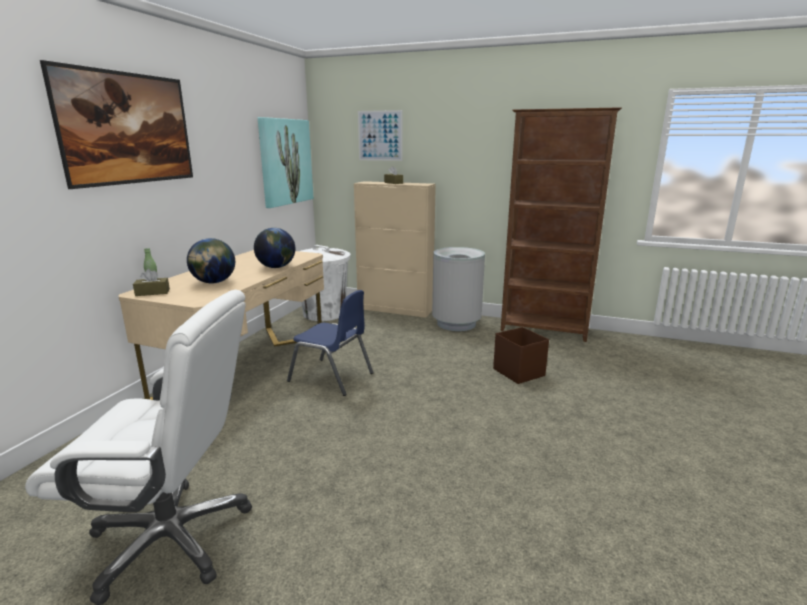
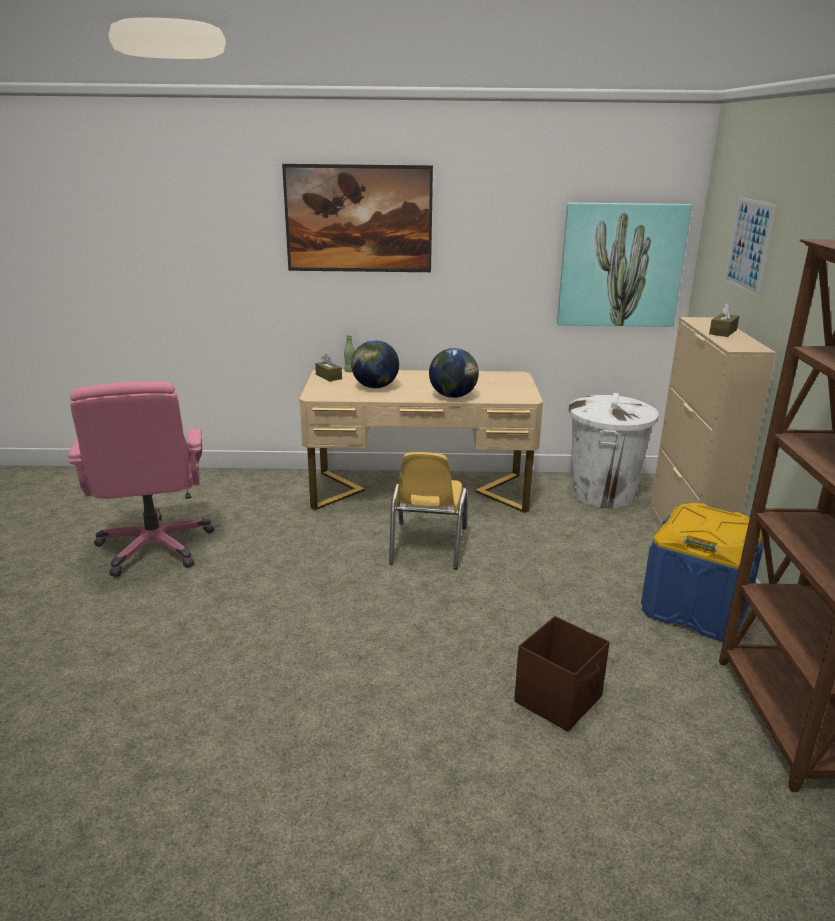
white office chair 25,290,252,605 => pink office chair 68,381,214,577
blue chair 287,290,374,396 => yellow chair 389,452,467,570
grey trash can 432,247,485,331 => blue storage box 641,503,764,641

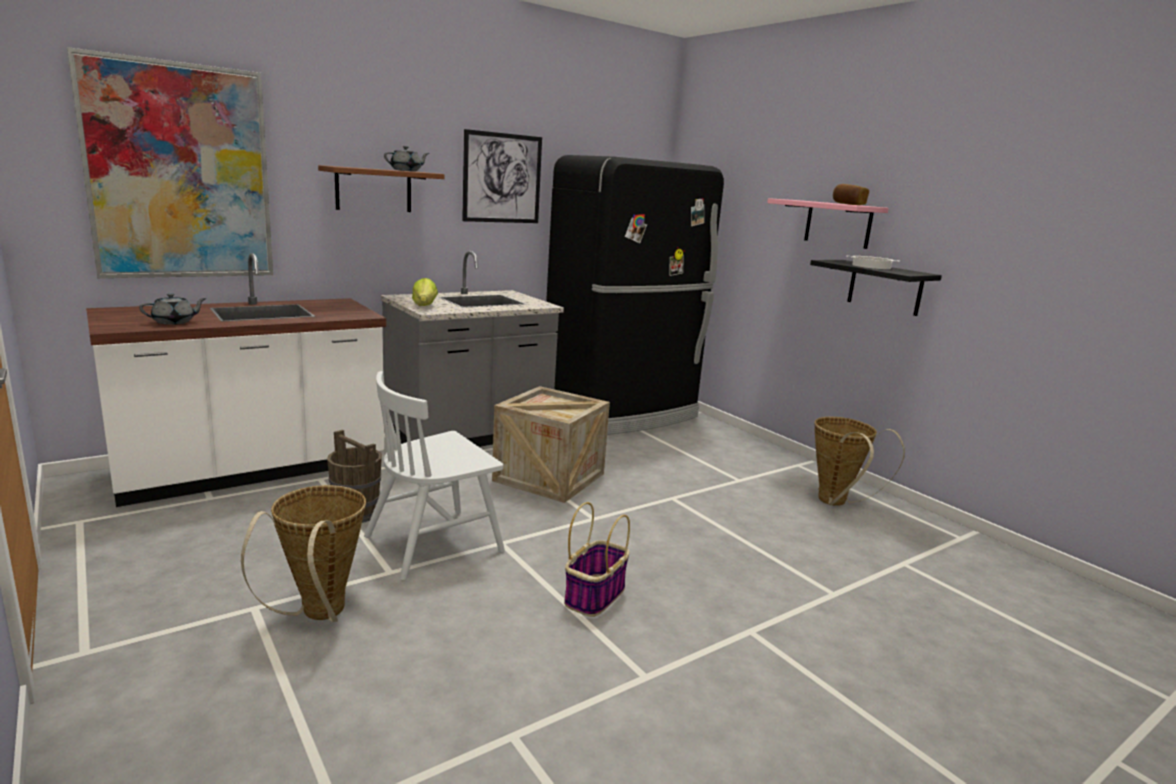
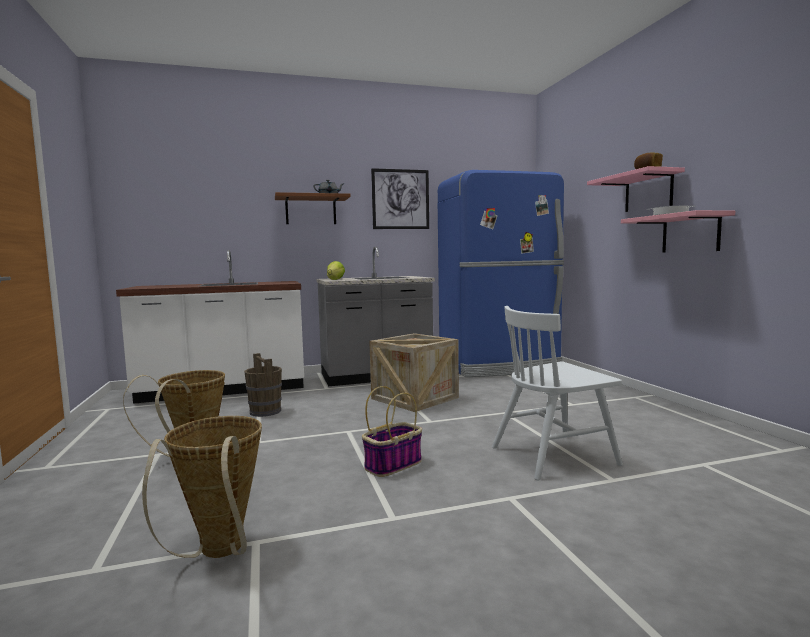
basket 814,417,905,506 => basket 142,416,262,558, shifted
black fridge 546,155,724,435 => blue fridge 438,170,564,377
white chair 364,371,505,580 => white chair 492,306,623,480, shifted
black shelf 810,260,942,316 => pink shelf 621,210,735,253
picture 67,47,273,278 => nothing
grey teapot 139,293,207,325 => nothing

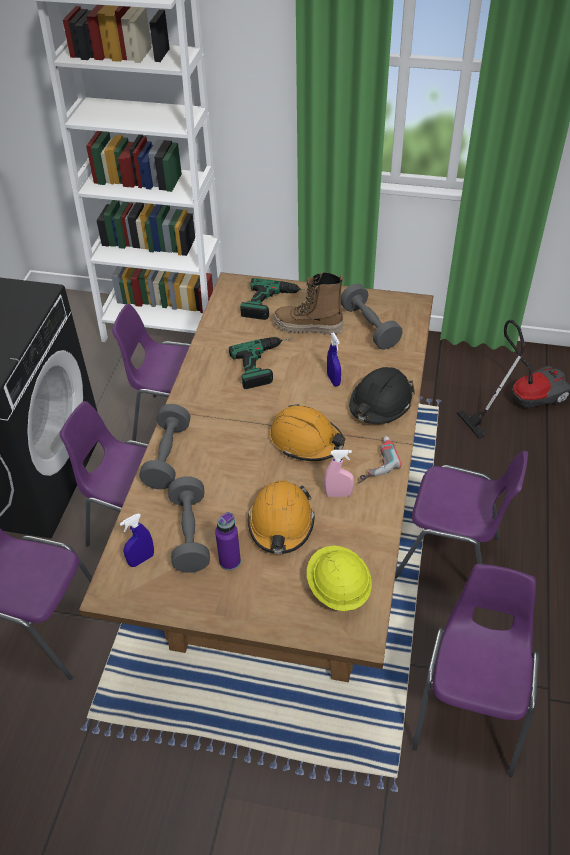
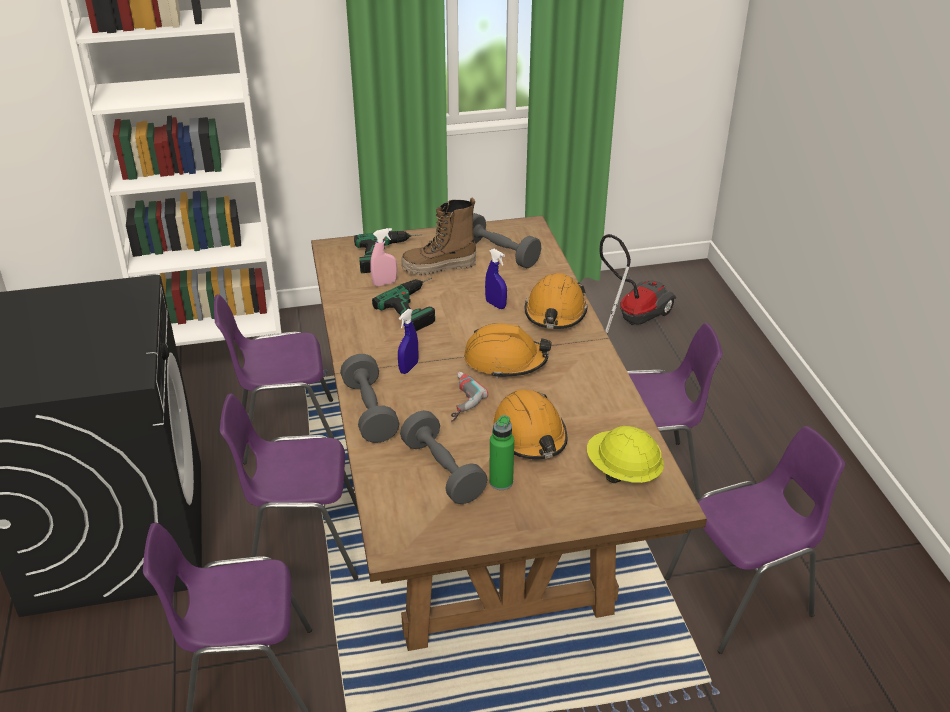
pink spray bottle 324,450,354,497 => pink spray bottle 370,228,397,286, shifted
blue spray bottle 120,514,154,567 => blue spray bottle 398,309,419,374, shifted
power drill 357,436,402,484 => power drill 451,372,488,422, shifted
purple bottle 215,512,241,570 => green bottle 489,415,514,490
black hard hat 349,367,415,424 => orange hard hat 525,273,588,329
purple chair 412,564,539,777 => purple chair 665,426,845,654, 75 degrees clockwise

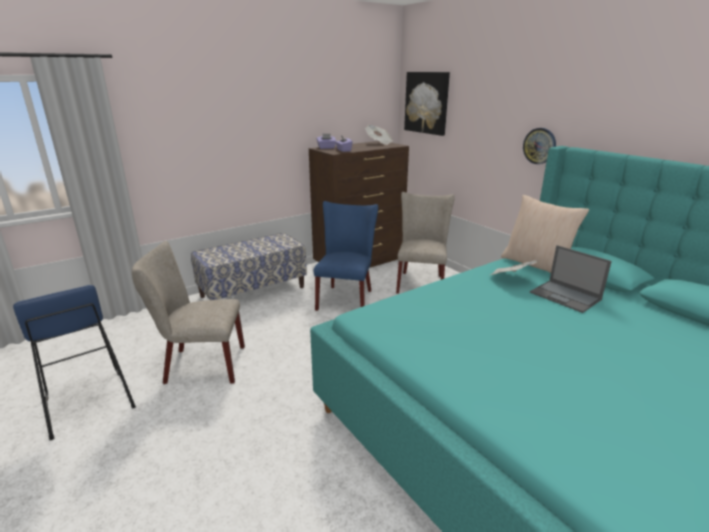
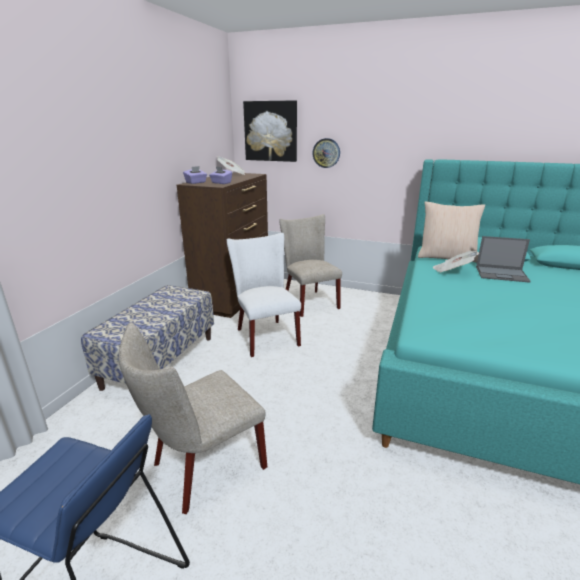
blue chair 314,201,378,311 => white chair 227,233,301,357
wall clock 523,128,556,164 => wall clock 313,138,340,168, shifted

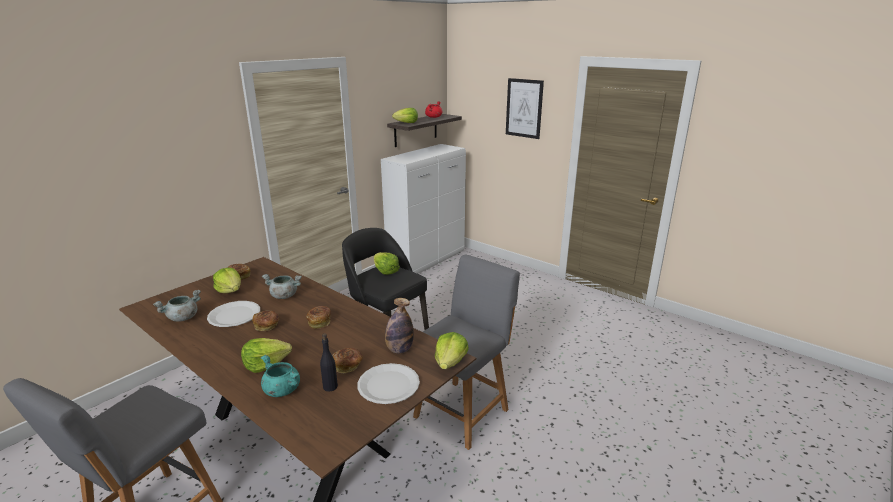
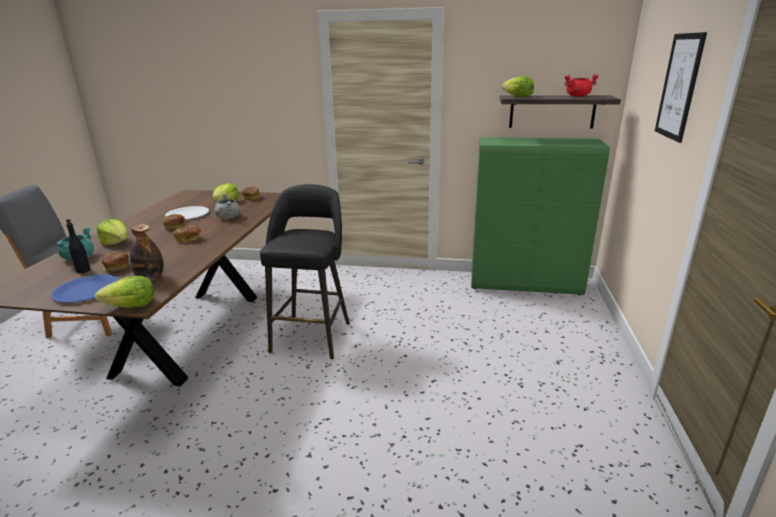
white plate 358,363,420,404 => blue plate 51,274,119,303
white cabinet 381,144,466,274 => green cabinet 471,137,610,295
grey cooking pot 153,289,201,322 => nothing
lettuce 374,252,400,275 => nothing
grey chair 413,254,520,450 => nothing

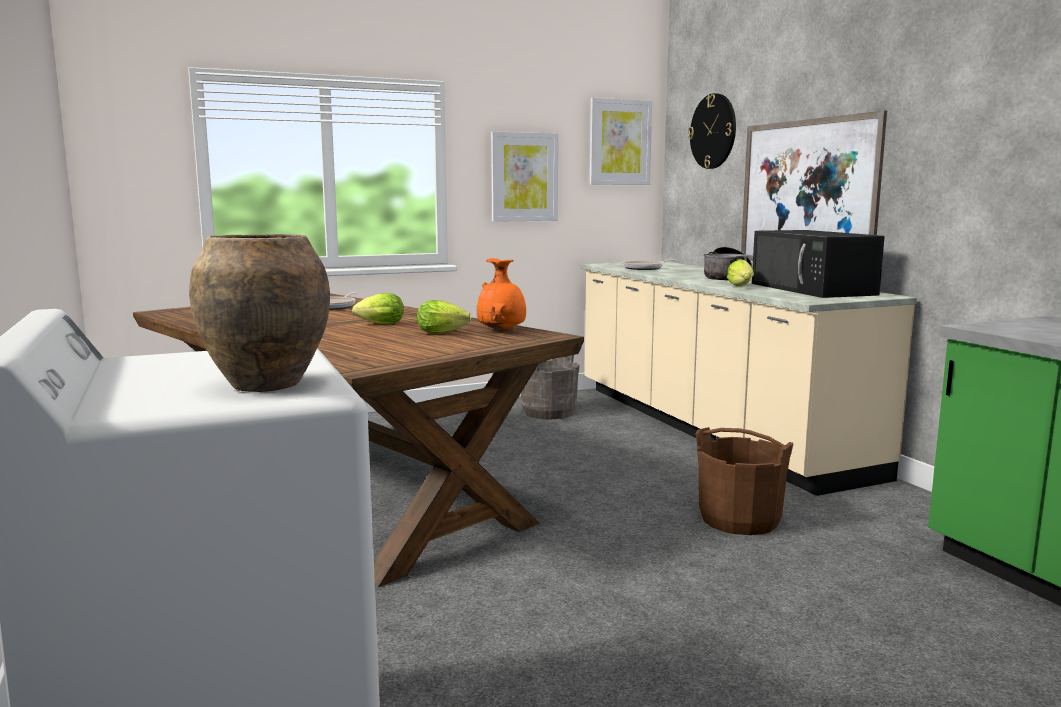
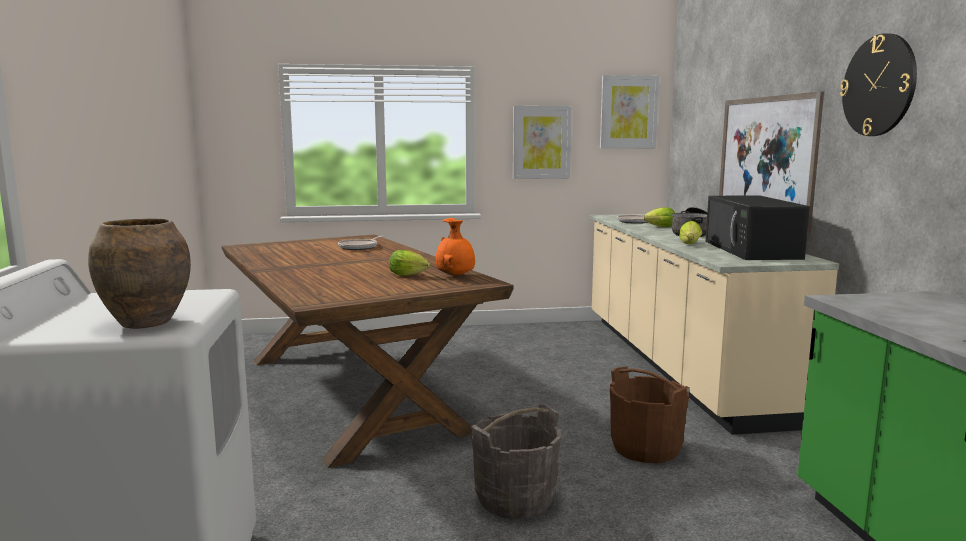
grey bucket 521,355,579,419 => grey bucket 471,405,561,519, shifted
lettuce 352,293,404,324 => lettuce 643,207,675,227, shifted
wall clock 688,93,736,169 => wall clock 840,33,917,136, shifted

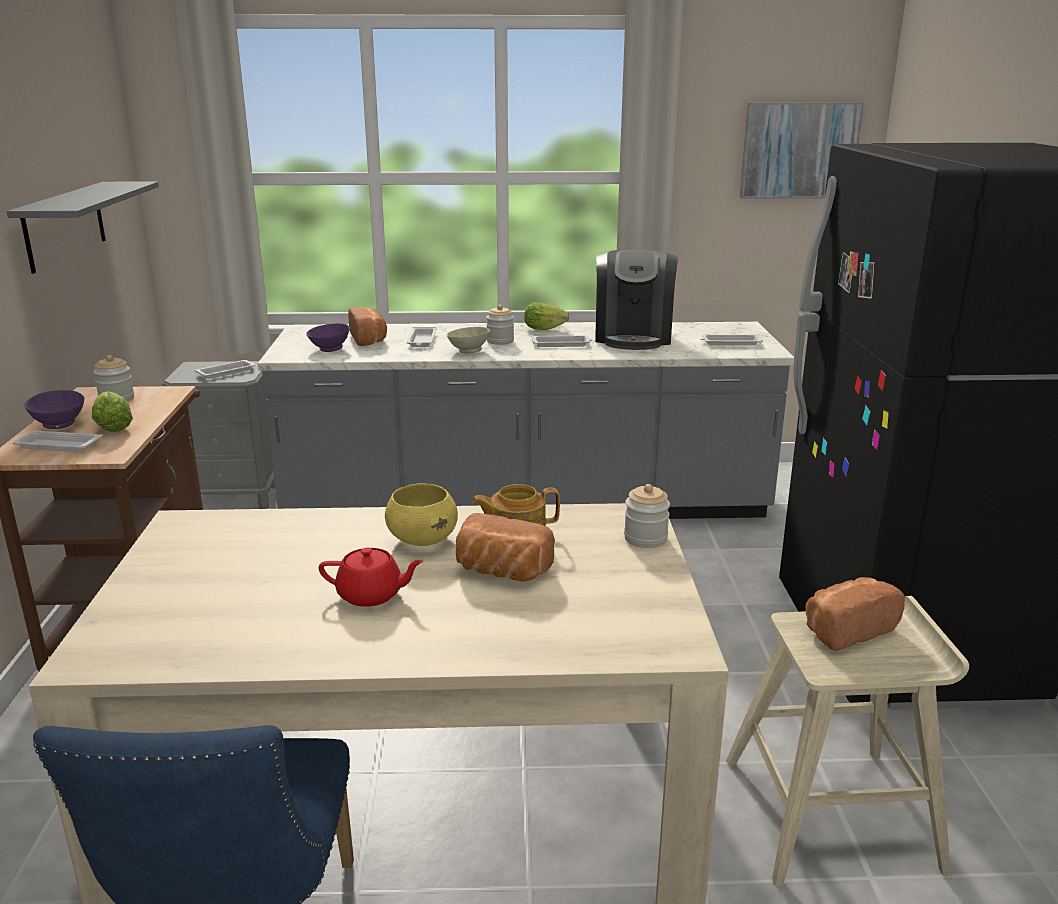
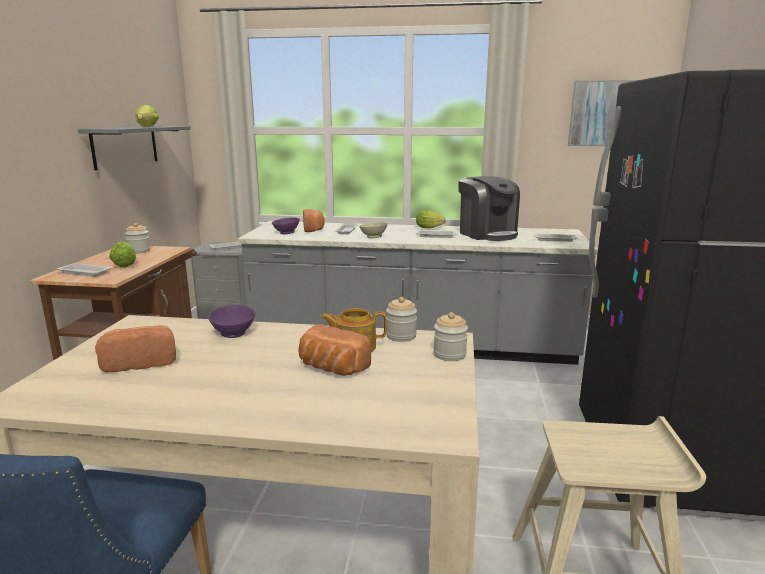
bread 806,577,905,651 => bread 95,325,176,372, shifted
nothing => lettuce 136,105,159,127
purple bowl 24,390,84,429 => purple bowl 208,305,255,338, shifted
jar 486,305,514,345 => jar 386,297,417,342, shifted
coffee machine 595,249,678,350 => coffee machine 458,176,520,241, 45 degrees counterclockwise
red teapot 318,548,424,607 => nothing
yellow bowl 385,483,458,546 => nothing

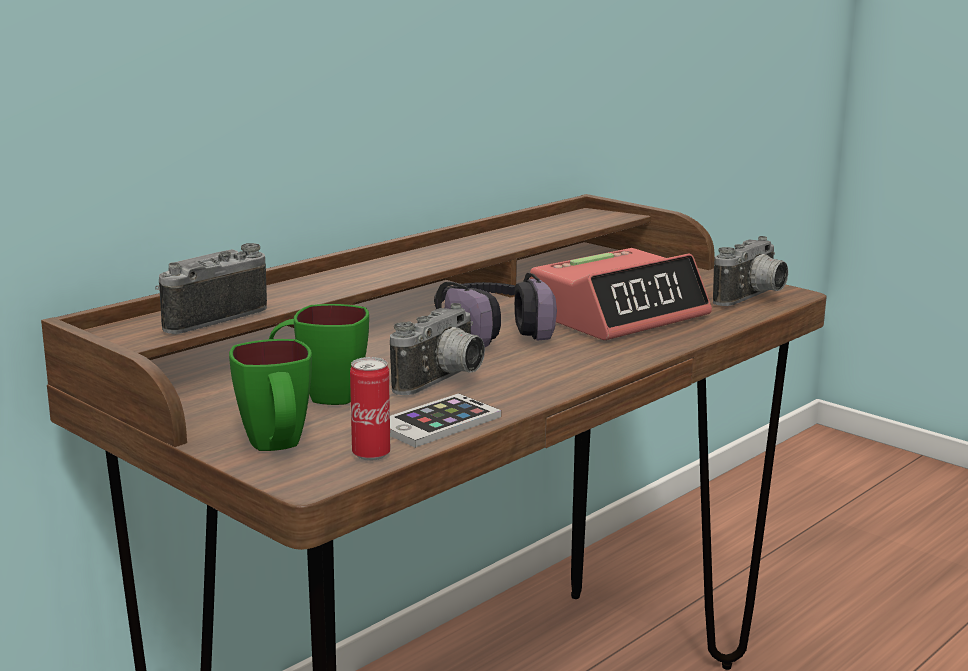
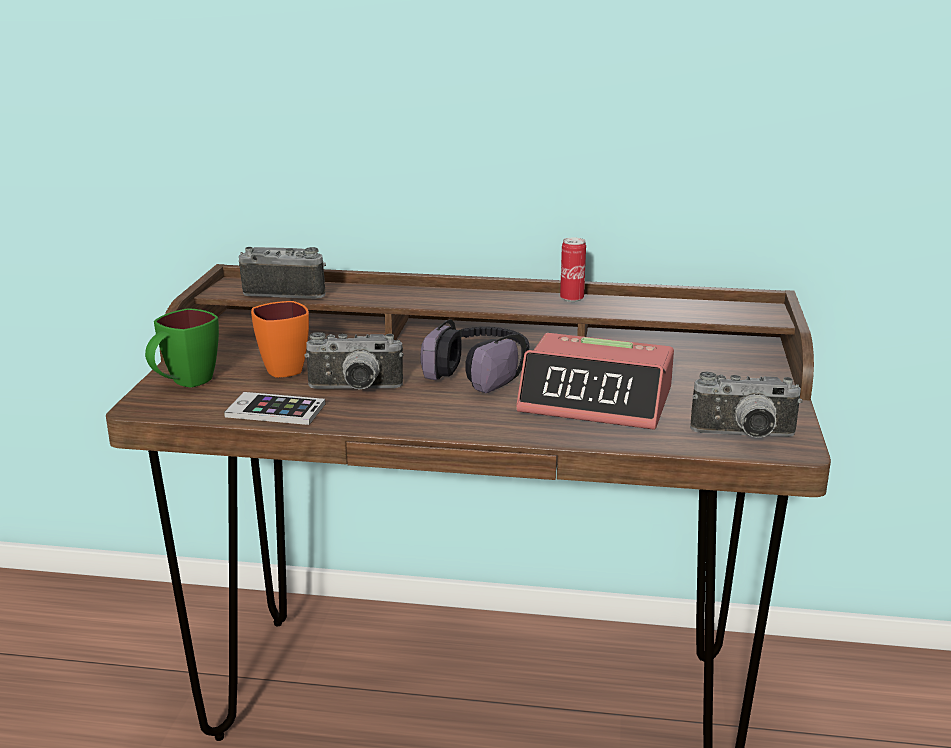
green mug 269,304,369,405 => orange mug 251,301,309,378
can 350,357,390,461 => can 560,238,586,302, shifted

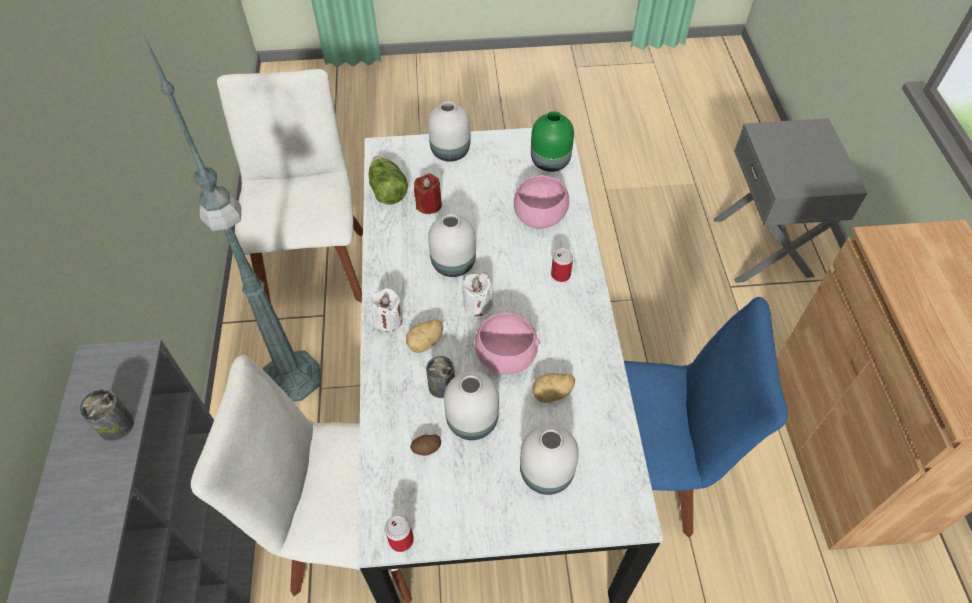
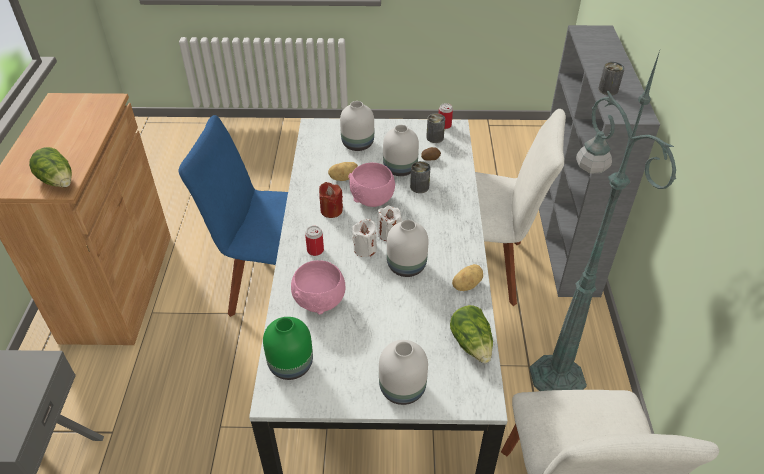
nothing => lettuce 29,147,72,187
red candle 414,173,442,214 => red candle 319,182,343,218, shifted
white candle 370,288,403,332 => white candle 352,219,377,257, shifted
nothing => can 426,113,445,143
potato 406,319,443,353 => potato 452,264,483,291, shifted

